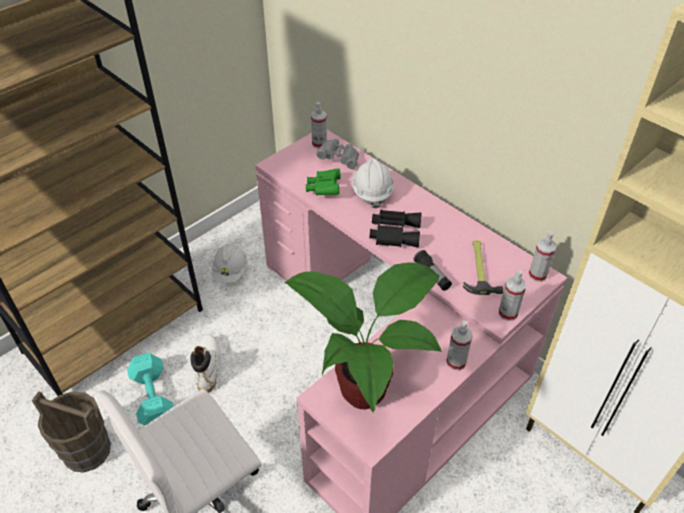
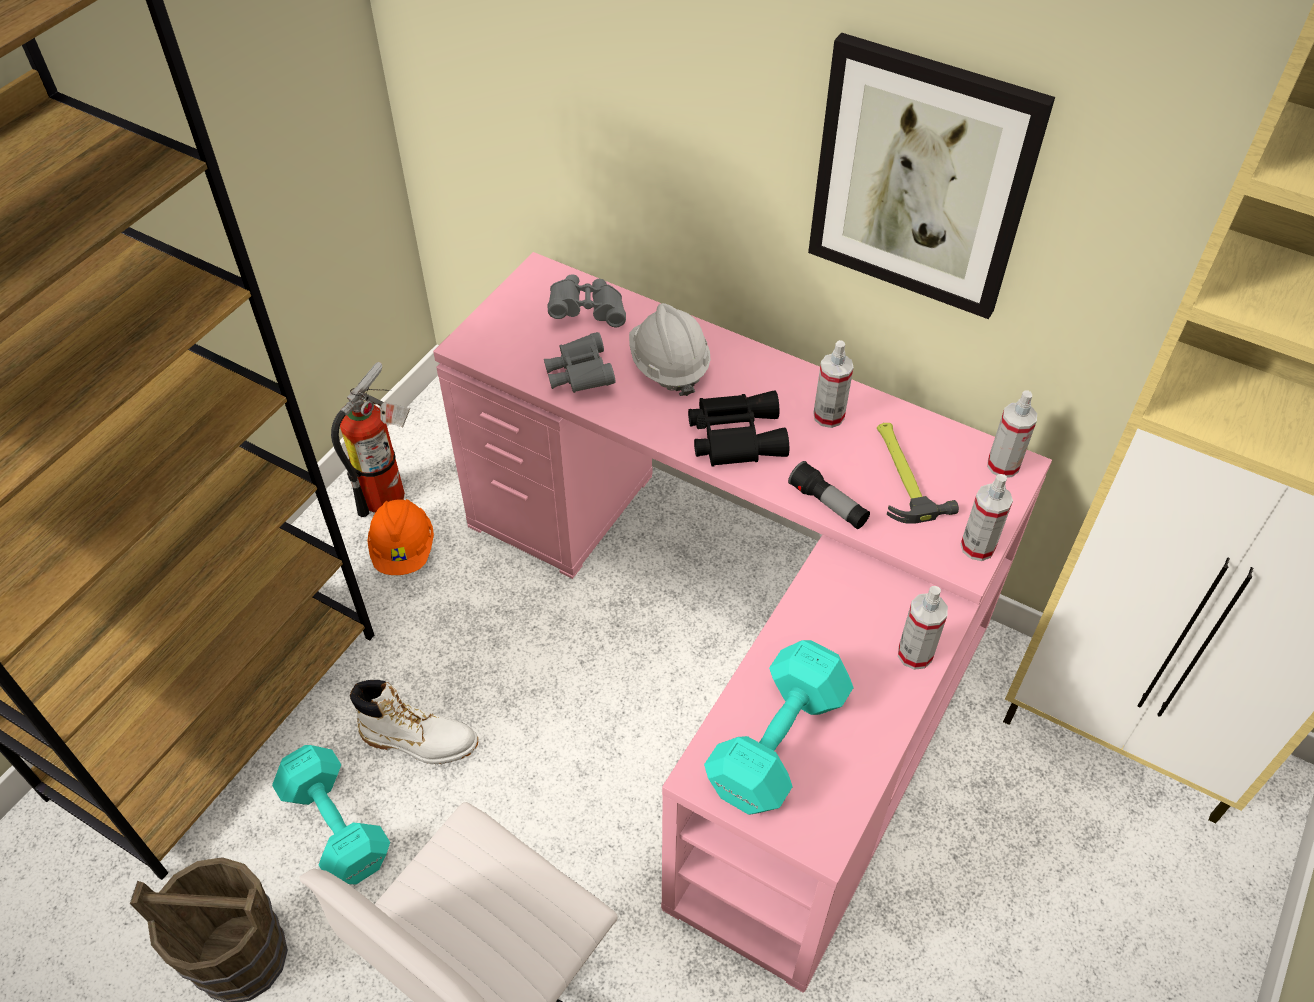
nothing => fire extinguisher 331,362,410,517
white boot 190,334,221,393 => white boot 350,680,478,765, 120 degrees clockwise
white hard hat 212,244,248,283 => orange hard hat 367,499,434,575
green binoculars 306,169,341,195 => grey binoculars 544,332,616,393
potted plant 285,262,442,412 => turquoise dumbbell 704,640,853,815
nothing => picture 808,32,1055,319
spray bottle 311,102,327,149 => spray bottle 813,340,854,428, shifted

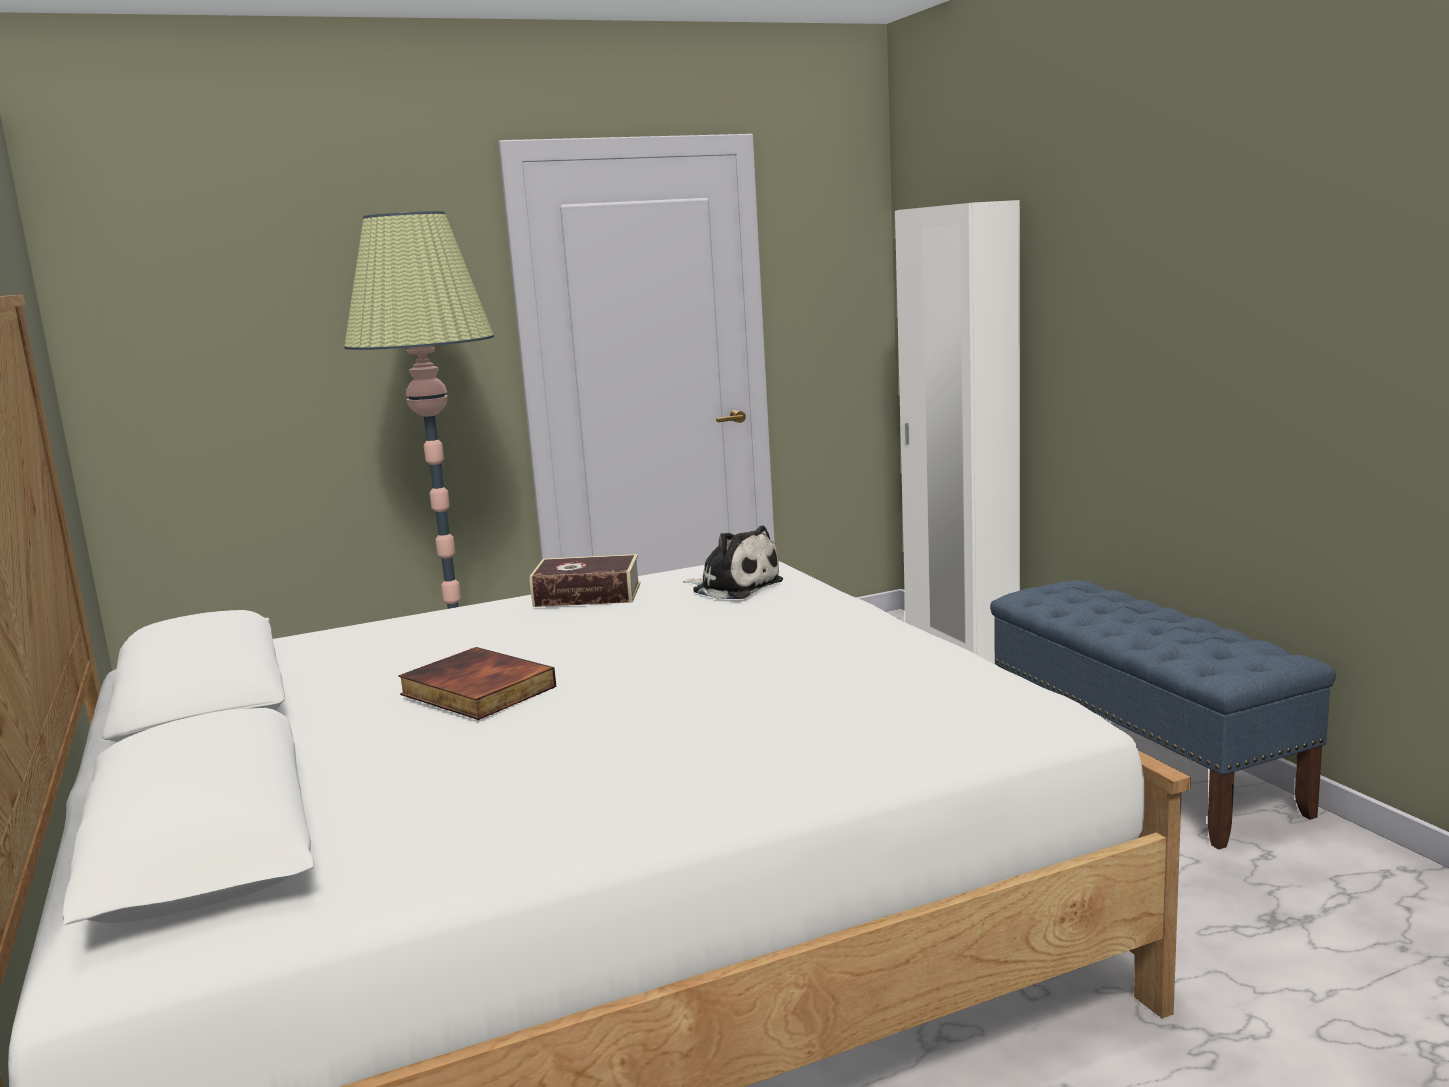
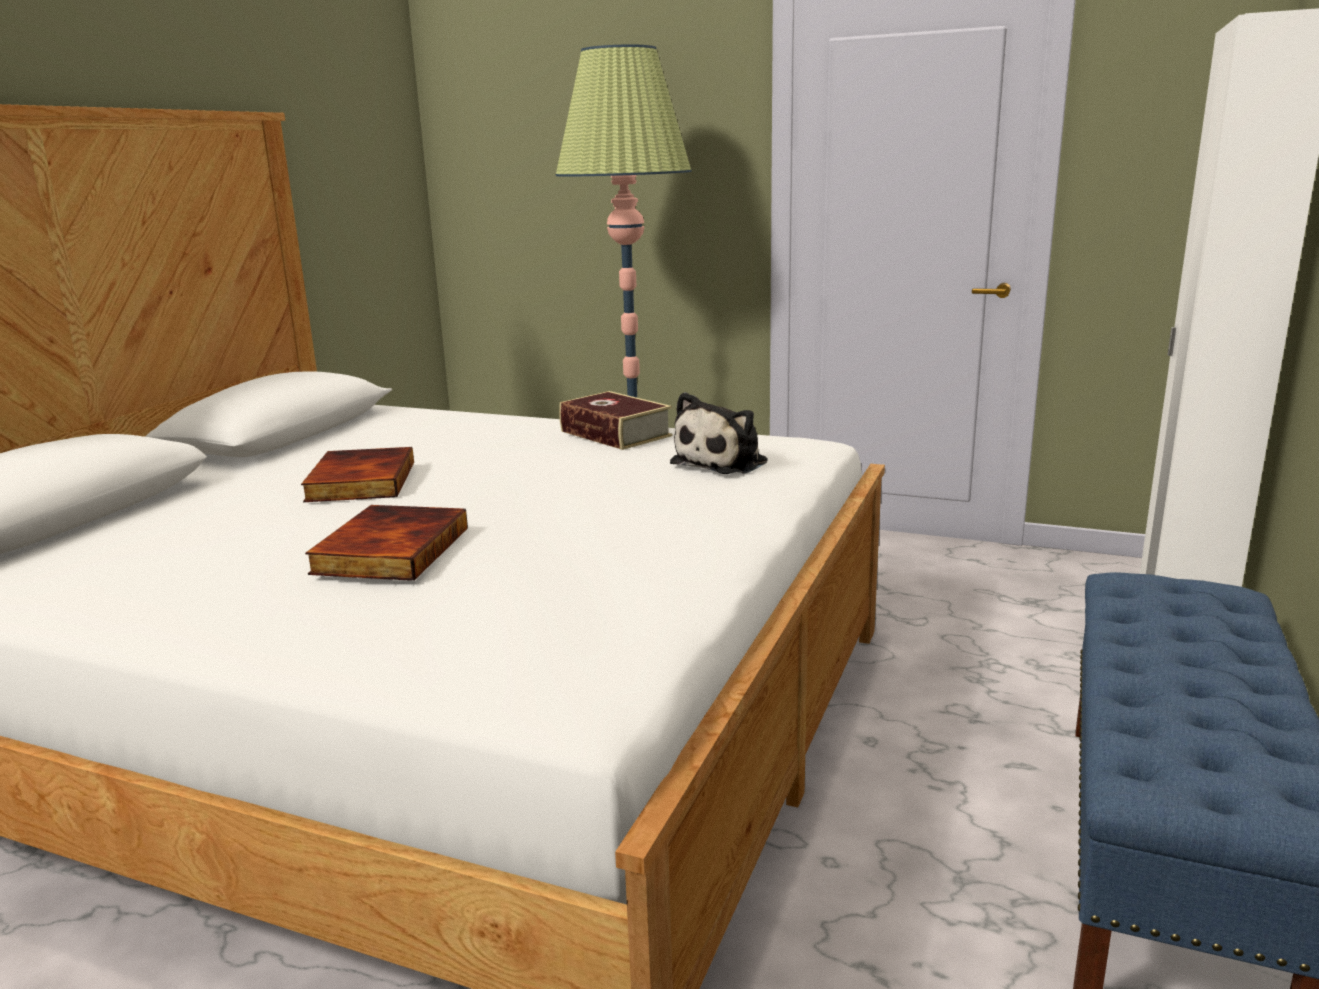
nothing => book 305,505,468,581
plush toy 683,526,783,599 => plush toy 670,392,768,474, 45 degrees clockwise

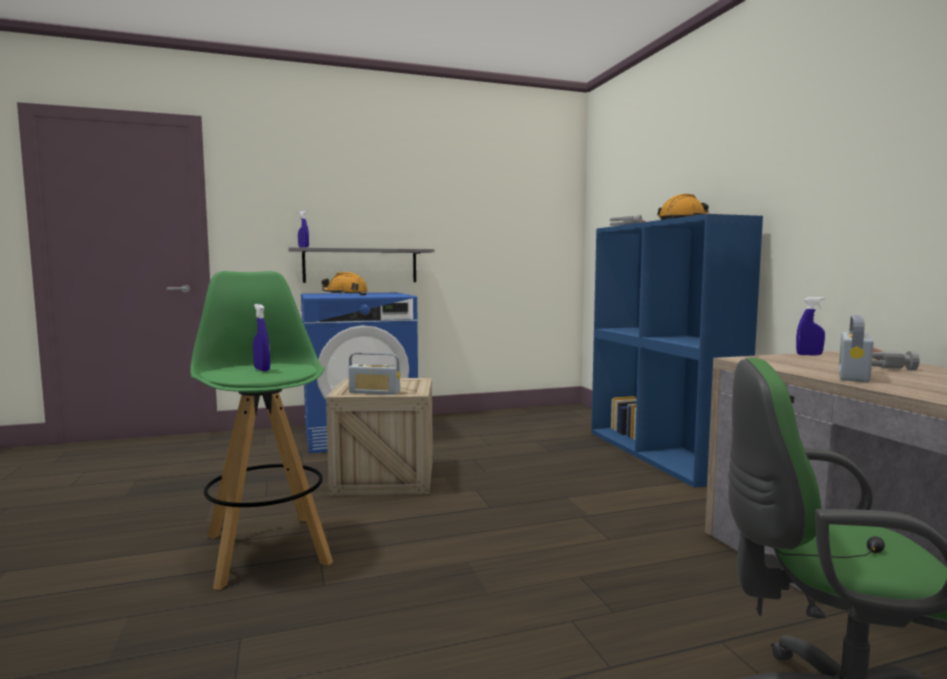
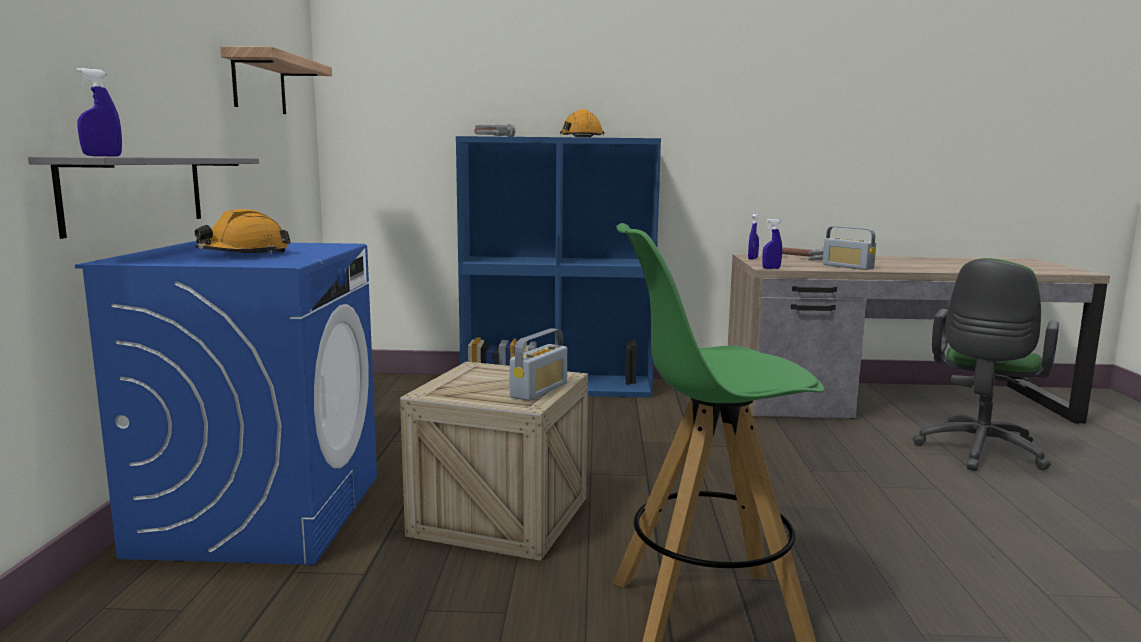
nothing => shelf 220,46,332,114
blue spray bottle 253,304,270,371 => blue spray bottle 762,219,782,269, shifted

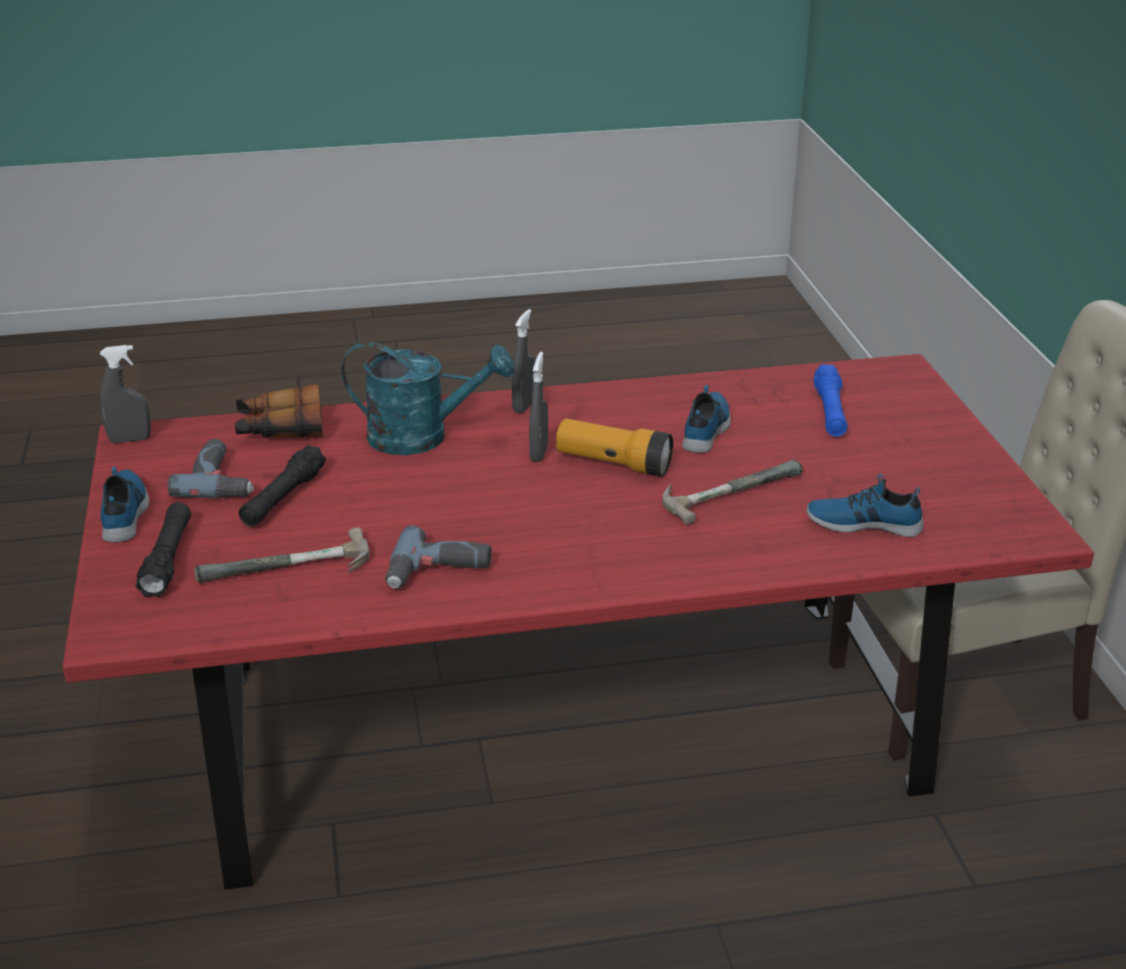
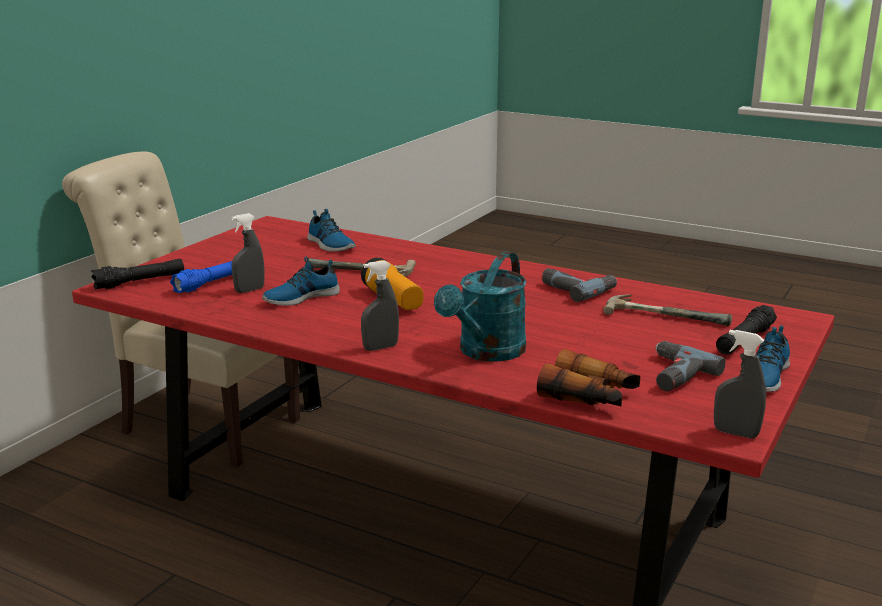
black flashlight 239,445,326,527 => black flashlight 91,259,184,289, shifted
grey spray bottle 529,352,548,462 => grey spray bottle 232,213,265,293, shifted
turquoise watering can 341,342,514,455 => turquoise watering can 434,251,526,362, 105 degrees counterclockwise

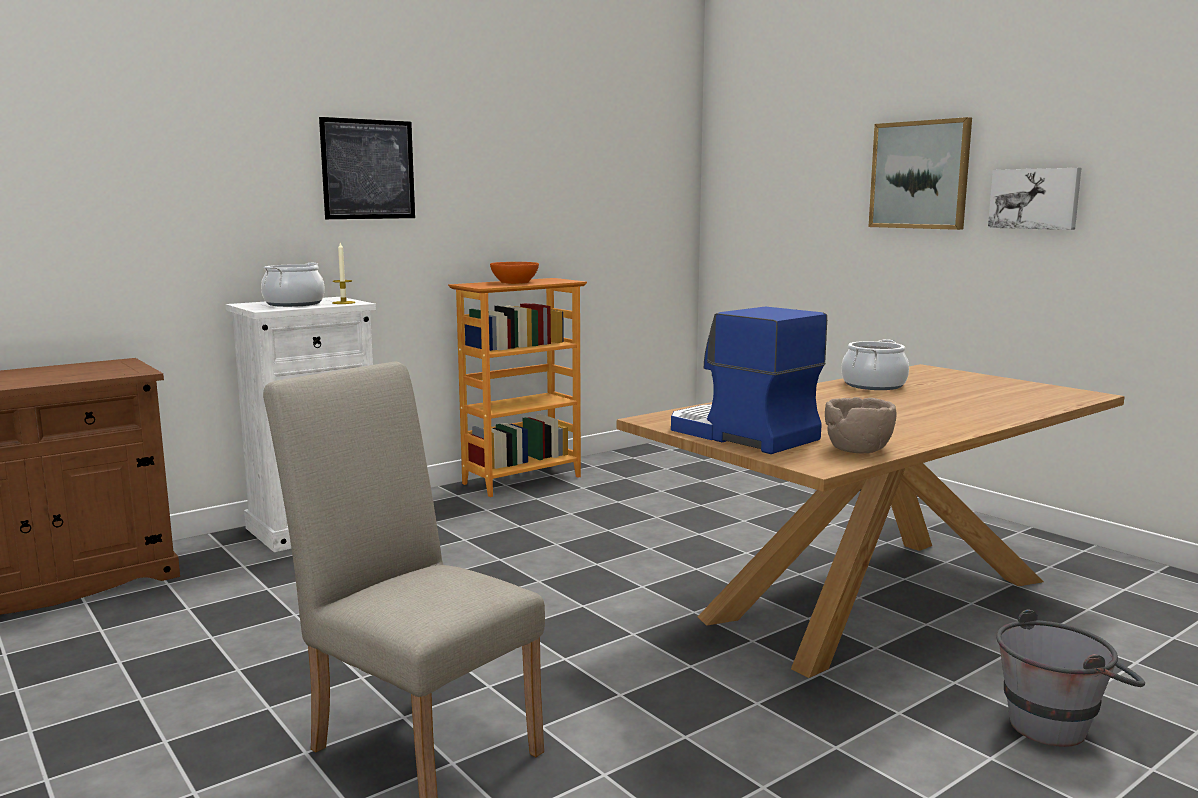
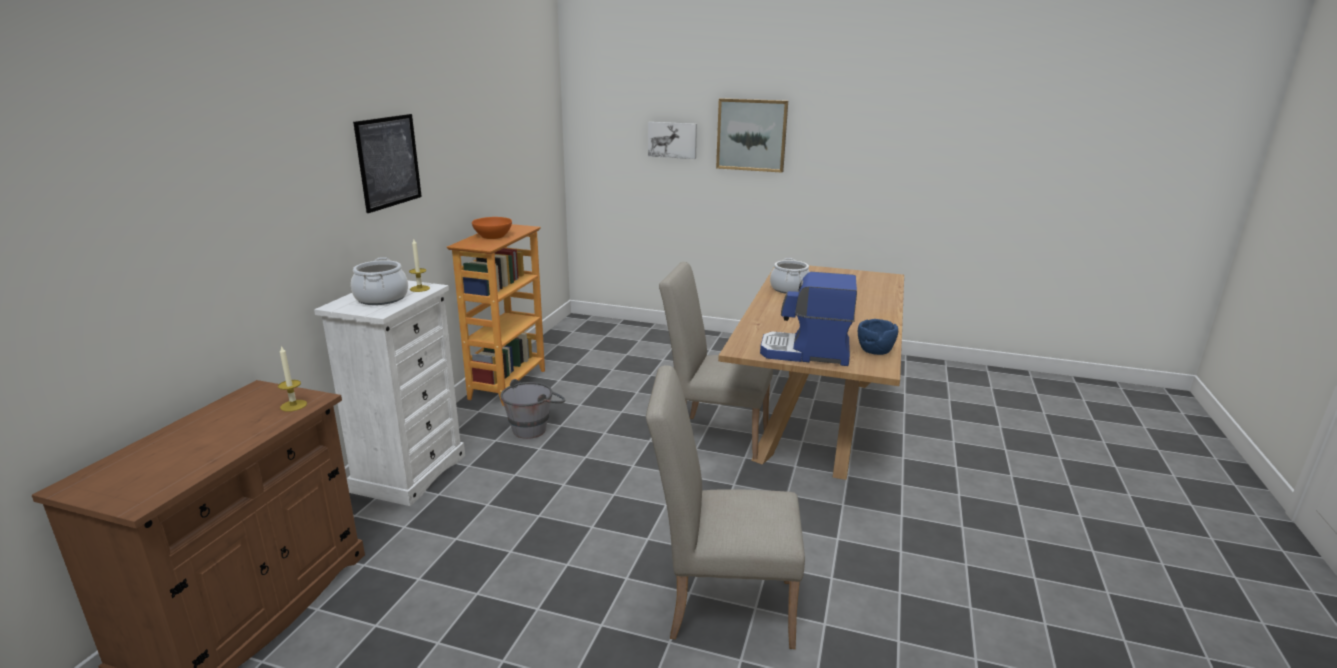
nothing => candle 278,345,307,412
grey bucket 996,610,1145,747 => grey bucket 500,379,566,439, shifted
picture 988,168,1081,230 => picture 648,122,697,159, shifted
nothing => beige chair 659,262,773,460
brown bowl 825,397,896,453 => blue bowl 858,319,898,355

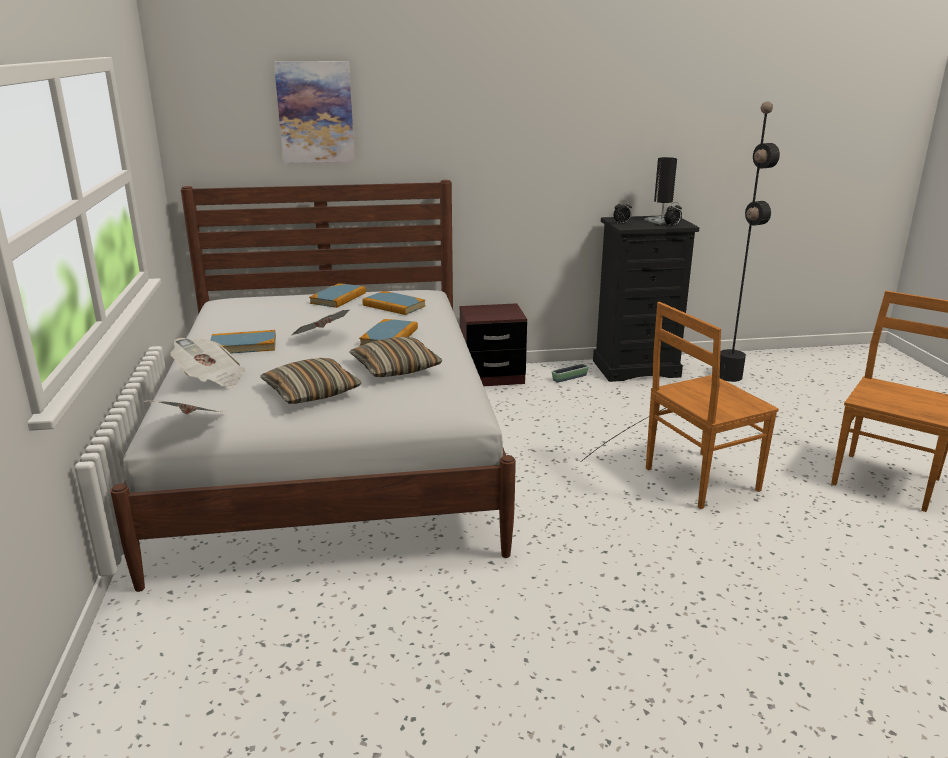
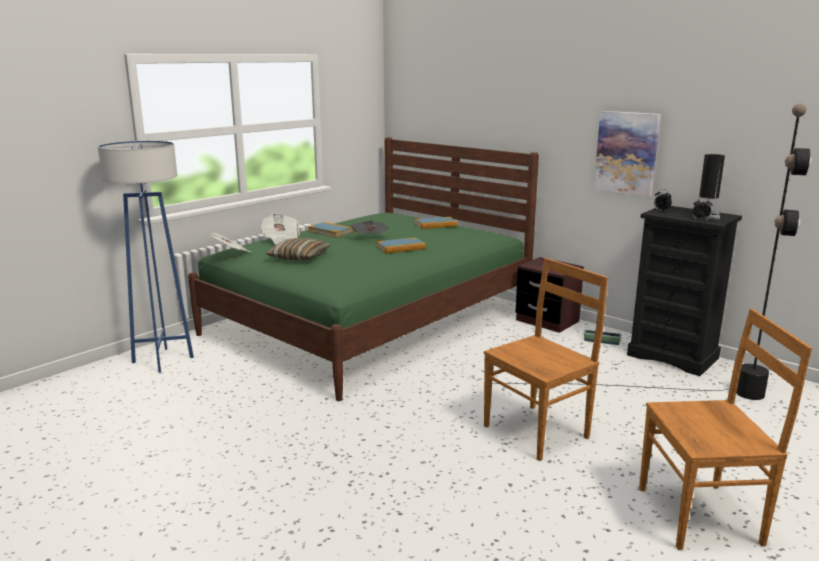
nothing => blue floor lamp 98,141,194,373
white bed 110,180,516,592 => green bed 188,137,539,401
brown chair 646,302,779,509 => brown chair 484,258,608,461, 120 degrees clockwise
picture 274,61,355,163 => picture 594,111,660,197, shifted
pillow 349,337,442,377 => nothing
book 362,291,426,315 => nothing

